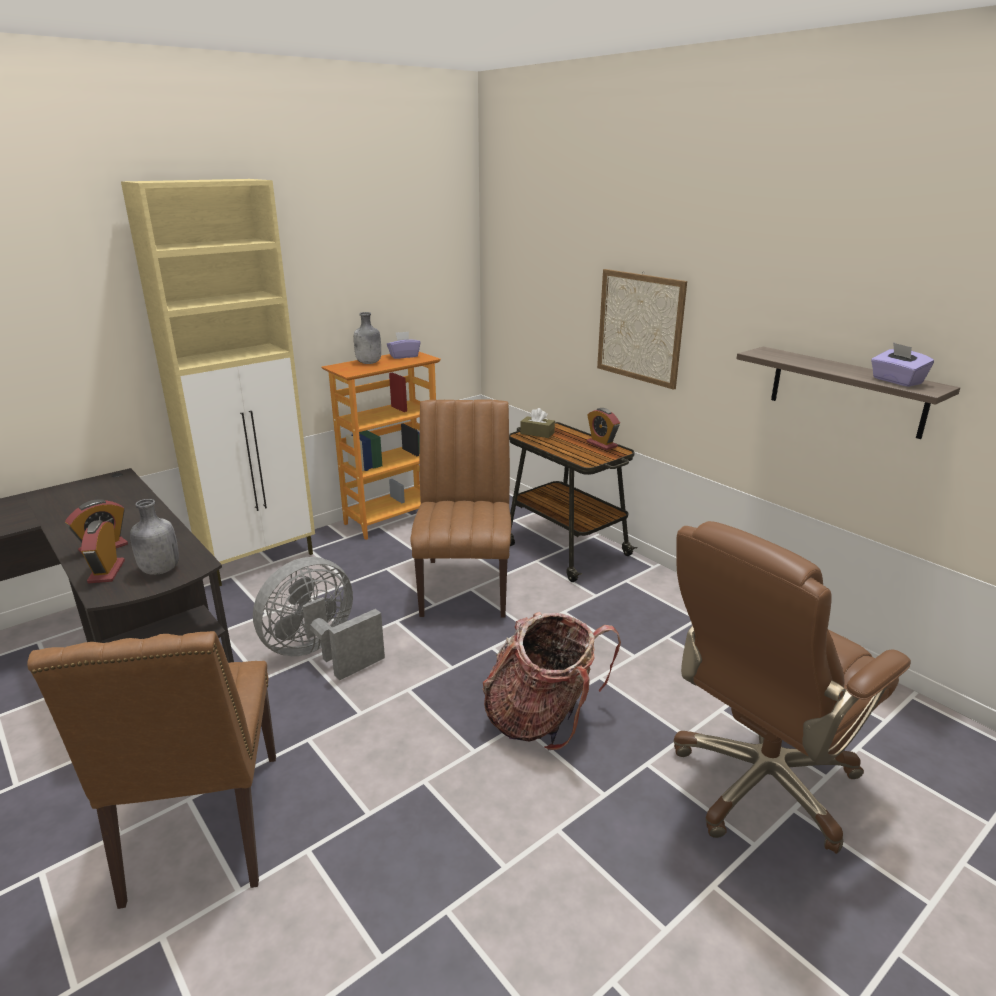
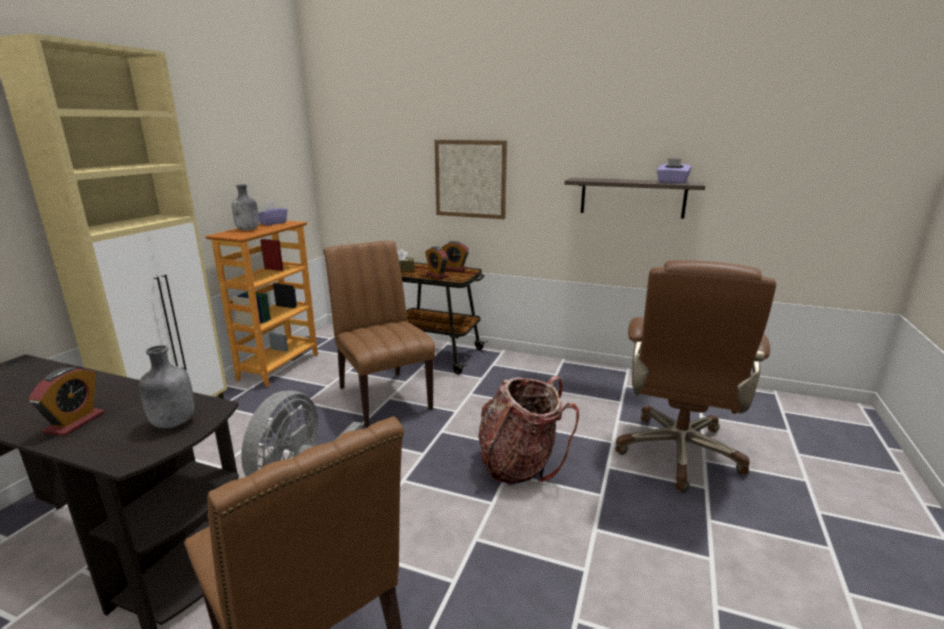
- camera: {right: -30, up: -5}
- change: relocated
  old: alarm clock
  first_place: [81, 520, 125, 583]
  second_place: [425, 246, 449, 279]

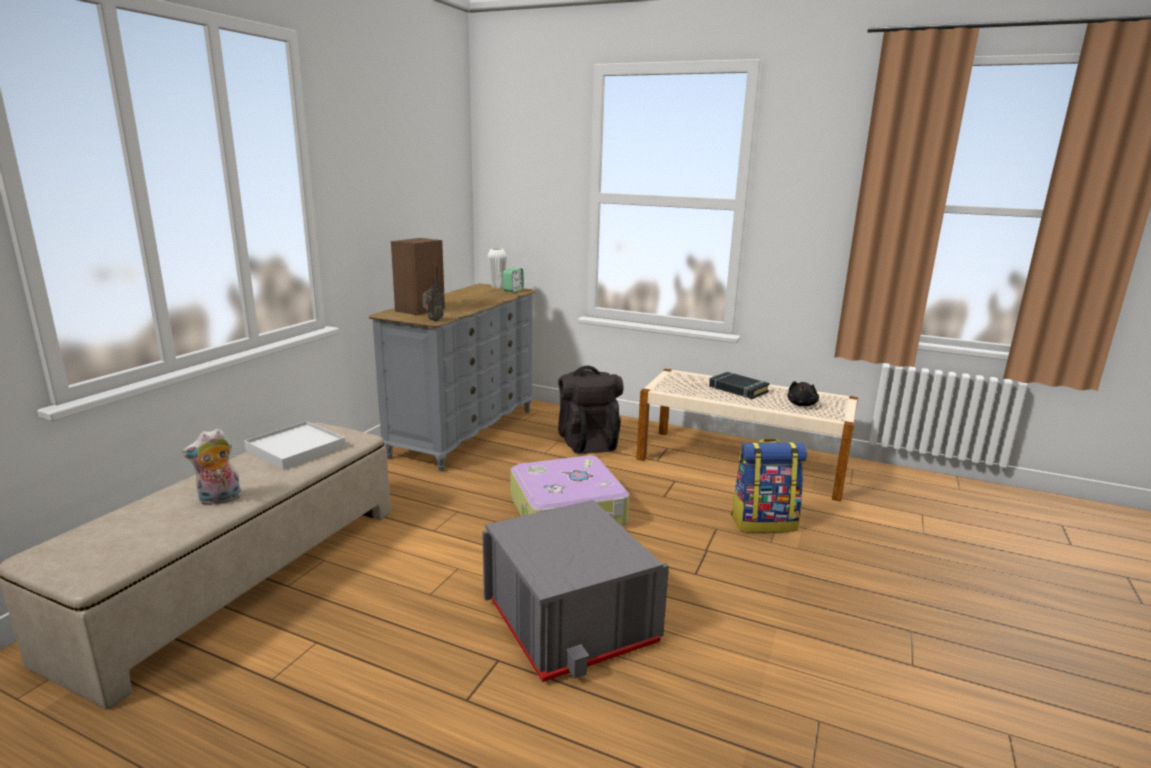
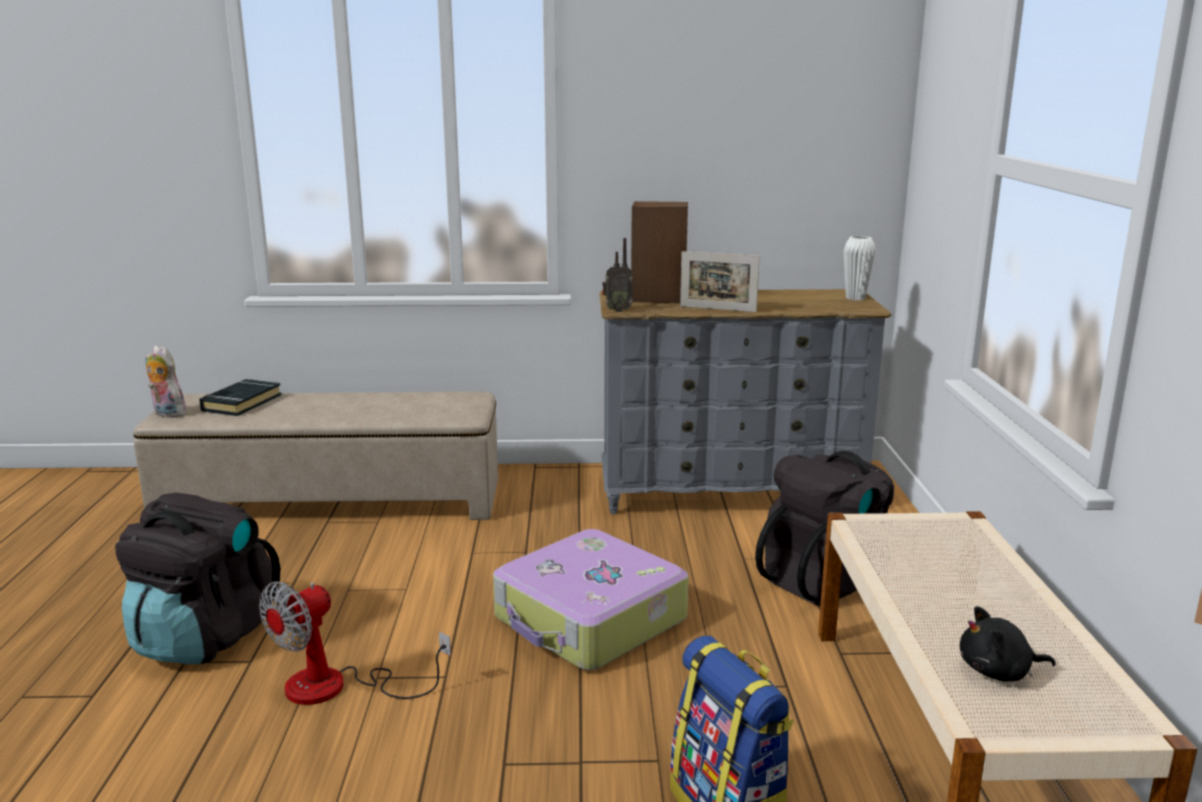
- camera: {right: 65, up: 0}
- change: missing
  old: tray (white)
  first_place: [244, 421, 346, 470]
- change: missing
  old: alarm clock
  first_place: [503, 268, 524, 292]
- change: appeared
  new: backpack (black)
  second_place: [115, 493, 281, 664]
- change: appeared
  new: picture frame
  second_place: [680, 251, 760, 312]
- change: relocated
  old: plush toy
  first_place: [182, 428, 242, 505]
  second_place: [145, 345, 188, 418]
- change: relocated
  old: book (black)
  first_place: [709, 372, 770, 399]
  second_place: [199, 379, 282, 416]
- change: exchanged
  old: storage box (grey)
  new: fan
  first_place: [482, 500, 669, 682]
  second_place: [259, 581, 451, 705]

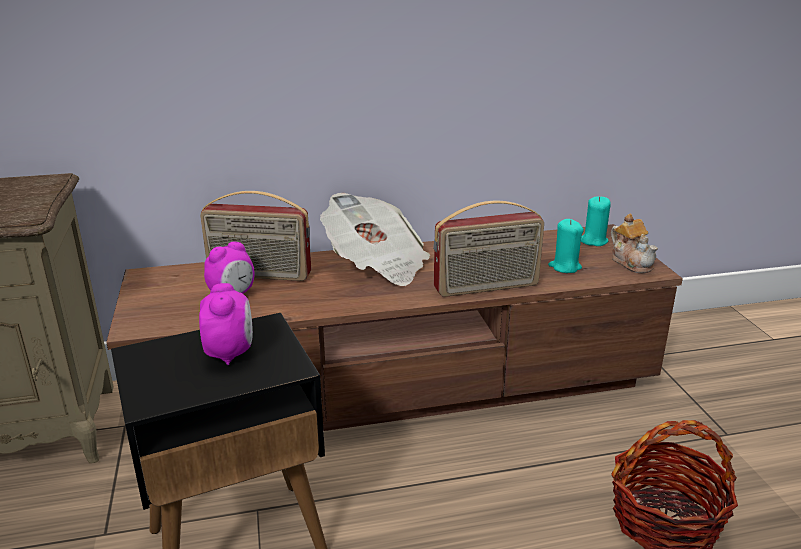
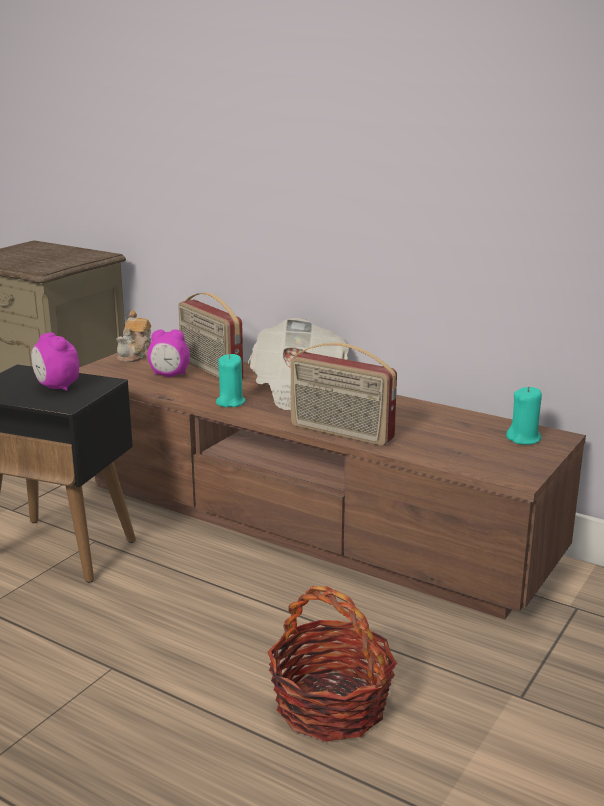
- camera: {right: 45, up: -5}
- change: relocated
  old: candle (turquoise)
  first_place: [548, 219, 584, 273]
  second_place: [216, 354, 246, 407]
- change: relocated
  old: teapot
  first_place: [611, 214, 658, 273]
  second_place: [116, 310, 151, 362]
- change: spun
  old: alarm clock
  first_place: [199, 283, 253, 365]
  second_place: [31, 332, 79, 391]
  degrees: 105

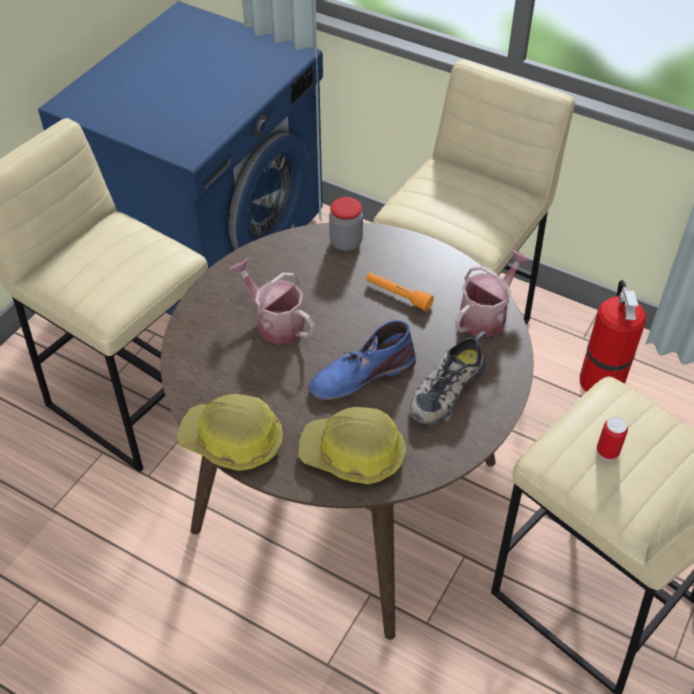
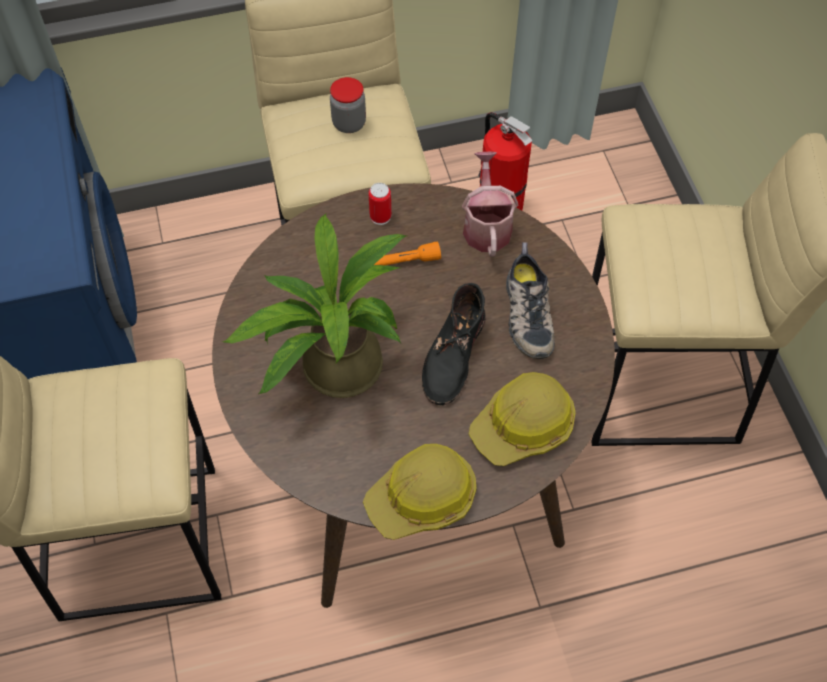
- camera: {right: -45, up: 10}
- change: relocated
  old: jar
  first_place: [329, 197, 363, 251]
  second_place: [330, 77, 366, 133]
- change: relocated
  old: can
  first_place: [597, 417, 628, 461]
  second_place: [369, 183, 392, 225]
- change: exchanged
  old: watering can
  new: potted plant
  first_place: [229, 259, 315, 345]
  second_place: [222, 214, 406, 398]
- change: colour
  old: boot (blue)
  new: boot (black)
  first_place: [308, 320, 416, 400]
  second_place: [422, 283, 486, 405]

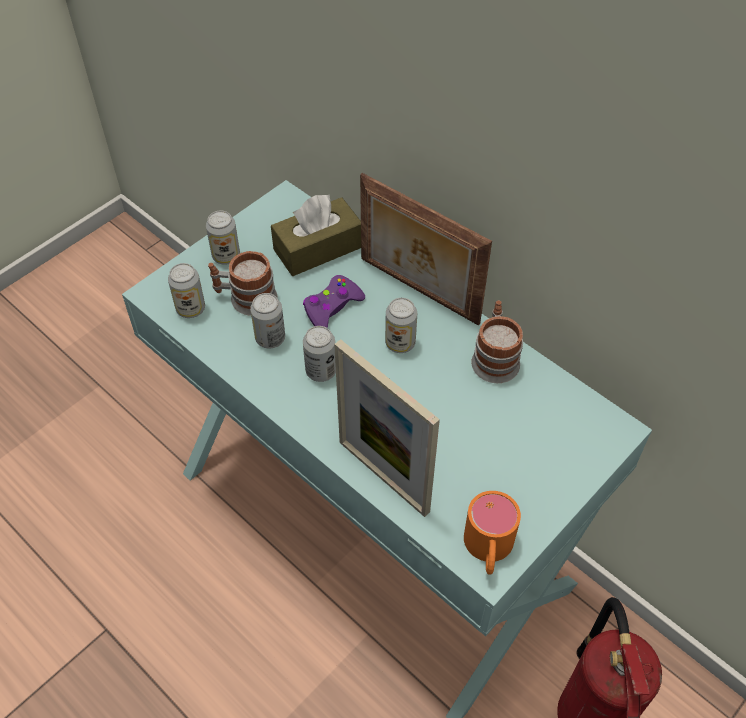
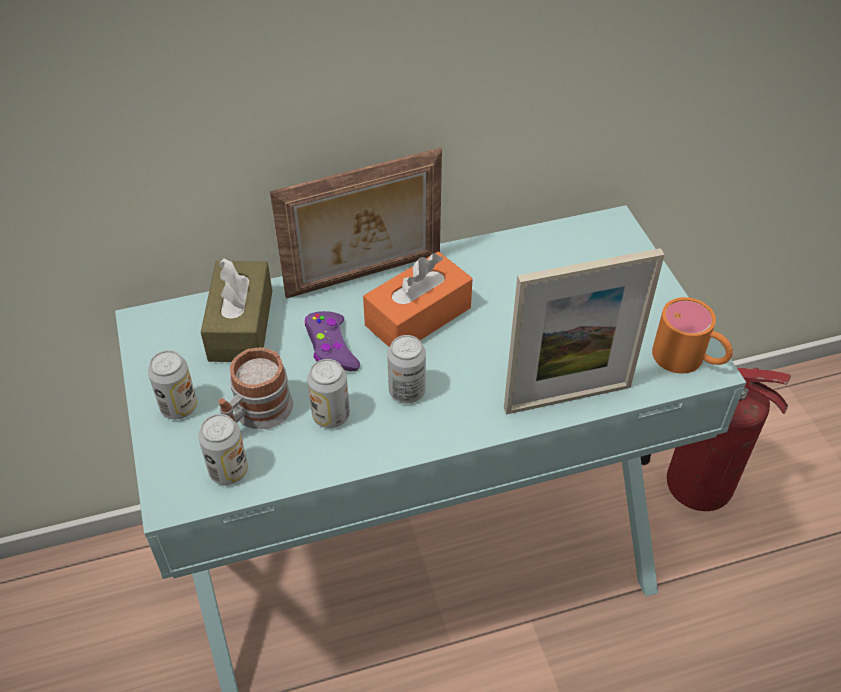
- camera: {right: -60, up: -5}
- change: missing
  old: mug
  first_place: [471, 300, 523, 383]
- change: exchanged
  old: can
  new: tissue box (orange)
  first_place: [385, 298, 417, 353]
  second_place: [363, 251, 473, 347]

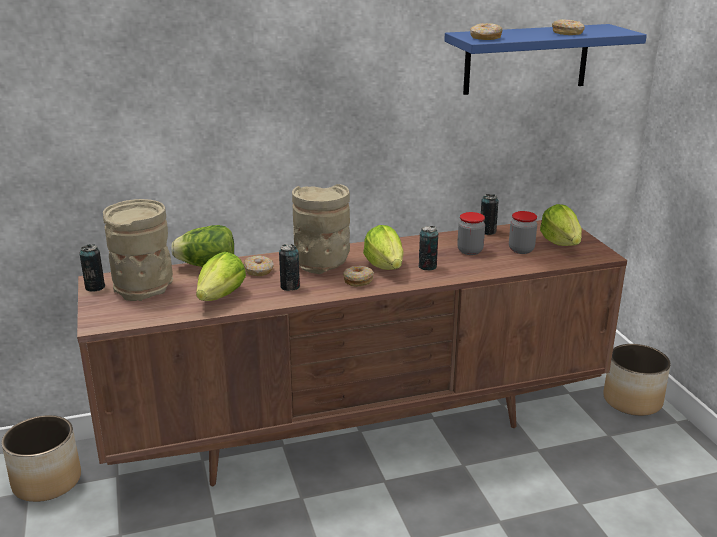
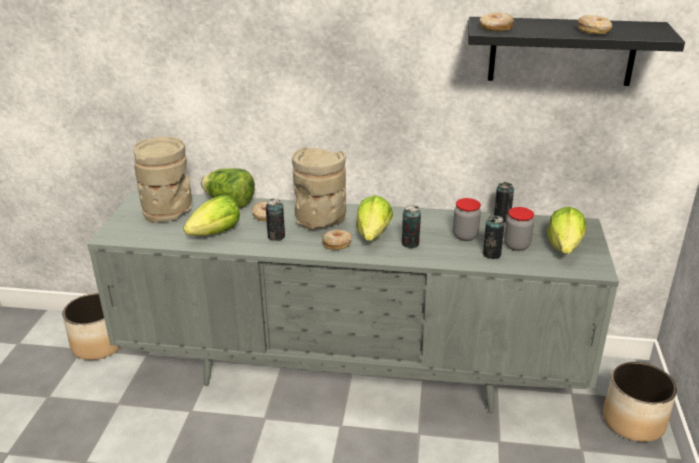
- camera: {right: 25, up: 5}
- change: relocated
  old: can
  first_place: [79, 244, 105, 292]
  second_place: [483, 215, 505, 259]
- change: colour
  old: cabinet (brown)
  new: cabinet (grey)
  first_place: [77, 220, 627, 487]
  second_place: [87, 191, 619, 413]
- change: colour
  old: shelf (blue)
  new: shelf (black)
  first_place: [444, 24, 647, 95]
  second_place: [468, 17, 685, 86]

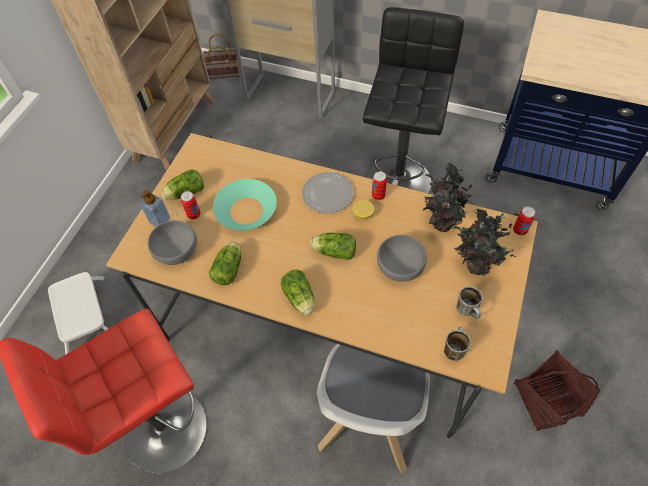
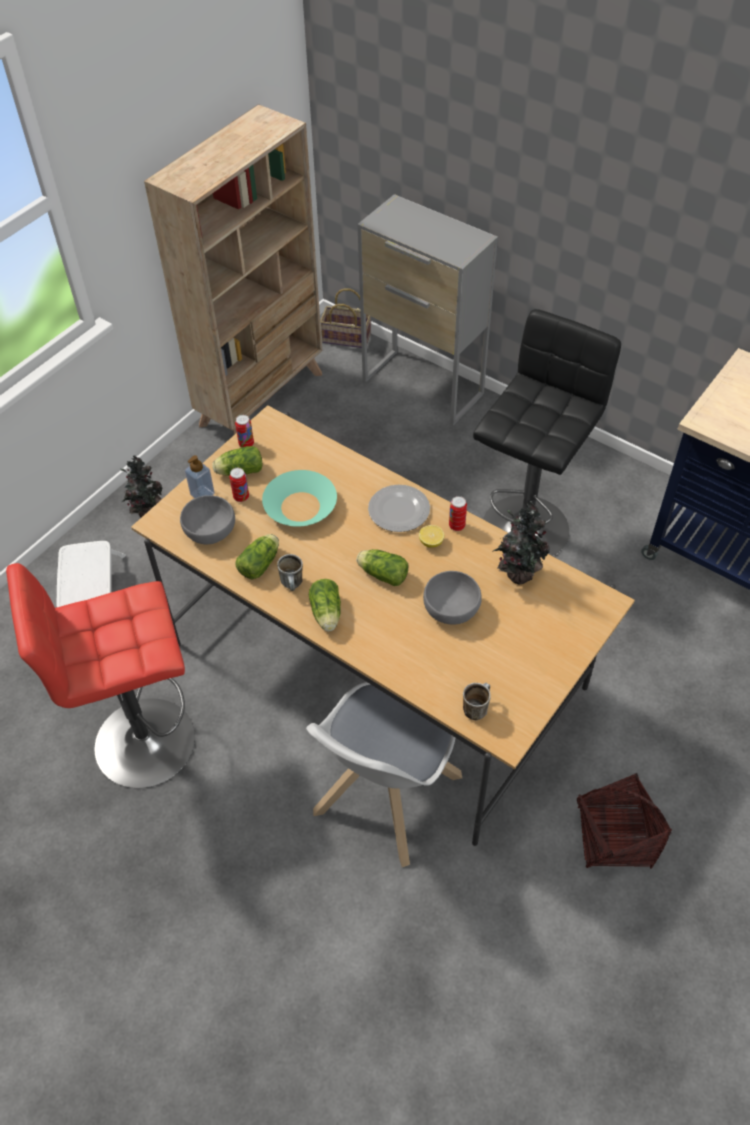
- camera: {right: 15, up: -5}
- change: relocated
  old: potted plant
  first_place: [451, 208, 516, 276]
  second_place: [121, 455, 163, 517]
- change: relocated
  old: mug
  first_place: [456, 286, 483, 319]
  second_place: [277, 554, 303, 591]
- change: relocated
  old: can
  first_place: [513, 207, 535, 236]
  second_place: [235, 415, 254, 448]

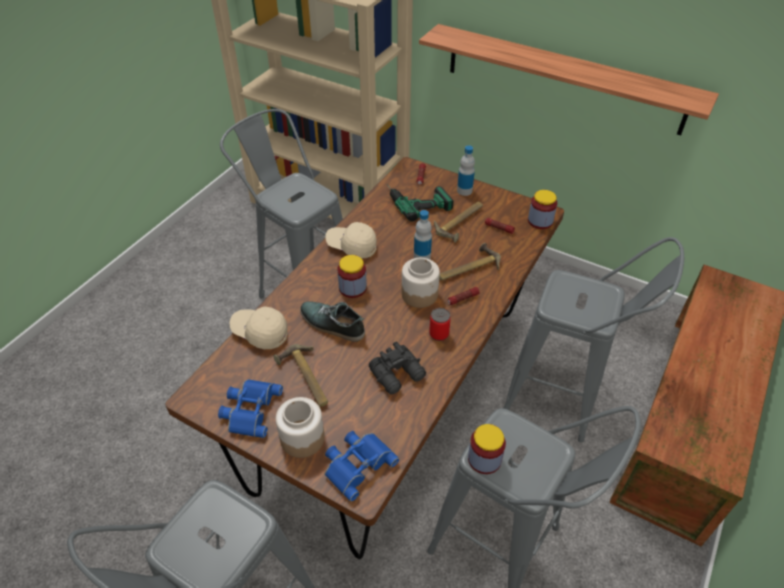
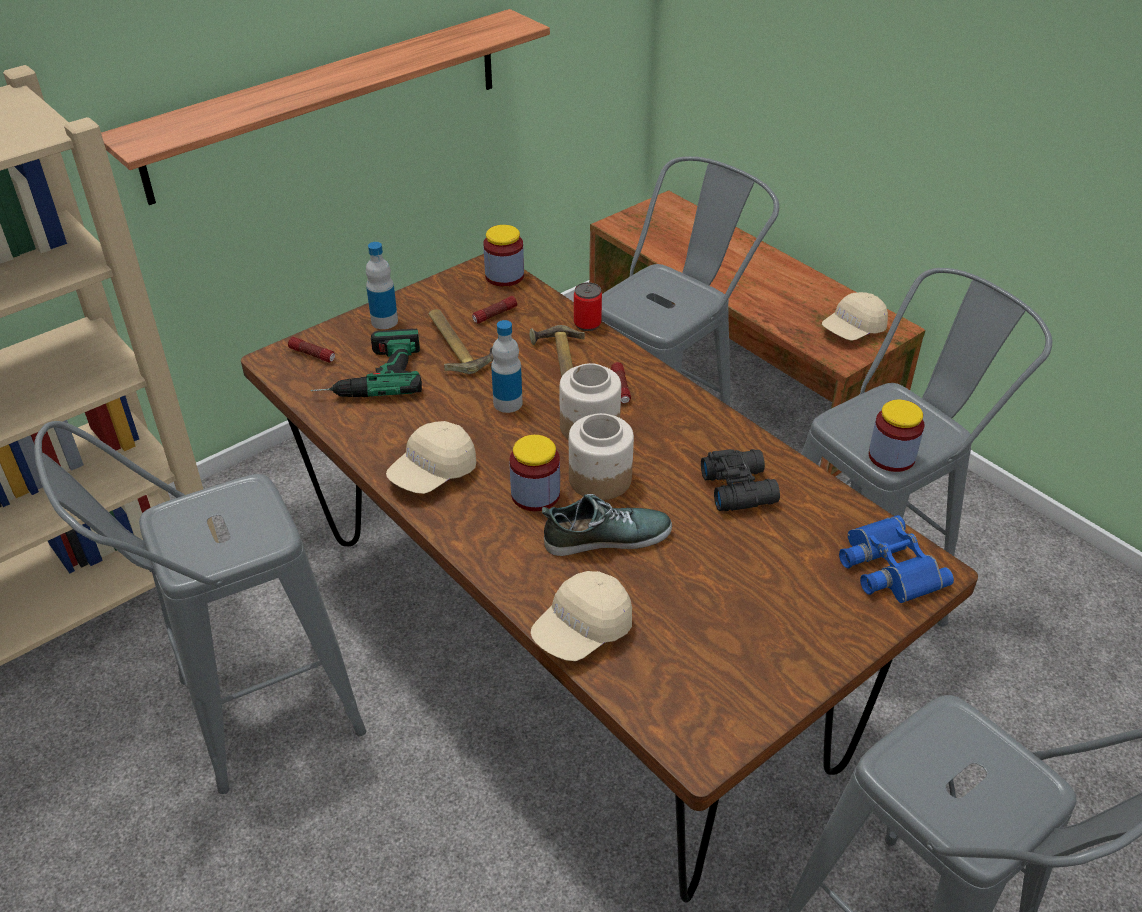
- camera: {right: -70, up: -5}
- change: missing
  old: binoculars (blue)
  first_place: [218, 379, 283, 438]
- change: missing
  old: hammer
  first_place: [274, 344, 328, 407]
- change: appeared
  new: cap (beige)
  second_place: [822, 292, 888, 341]
- change: relocated
  old: jar
  first_place: [276, 397, 325, 458]
  second_place: [569, 413, 634, 500]
- change: relocated
  old: can
  first_place: [429, 308, 451, 341]
  second_place: [574, 282, 602, 331]
- change: spun
  old: shoe
  first_place: [300, 301, 365, 342]
  second_place: [542, 494, 672, 556]
  degrees: -150

